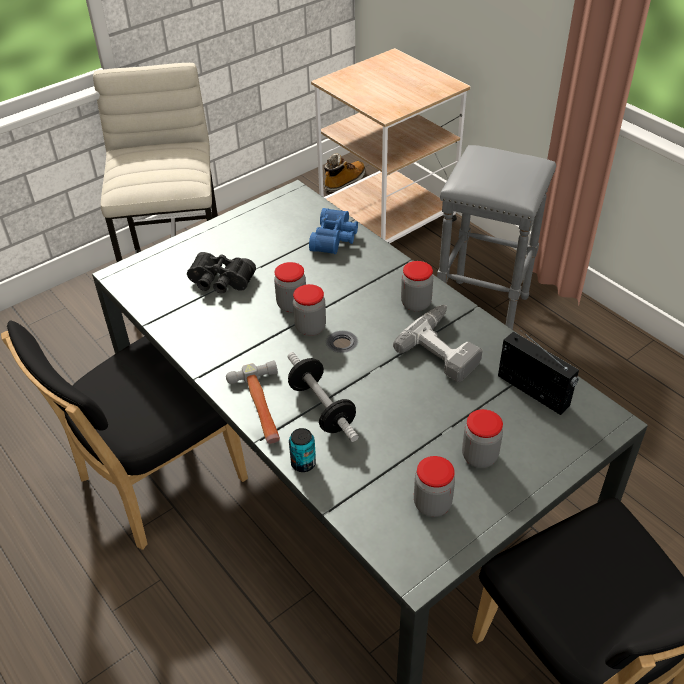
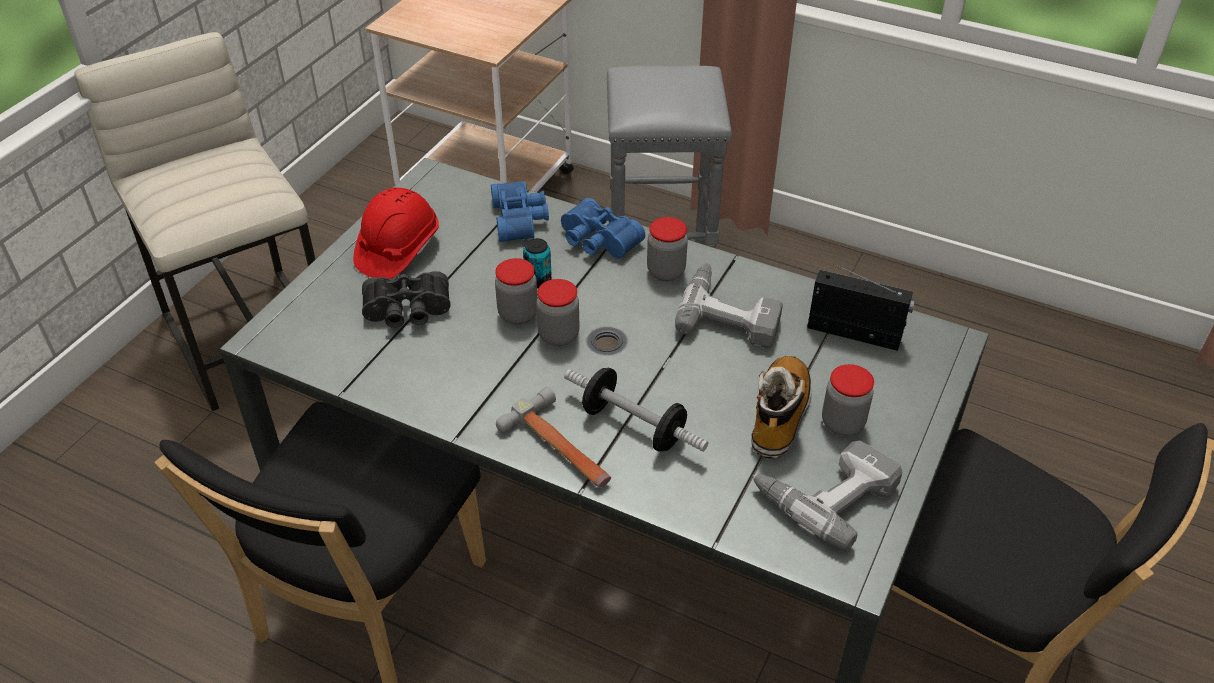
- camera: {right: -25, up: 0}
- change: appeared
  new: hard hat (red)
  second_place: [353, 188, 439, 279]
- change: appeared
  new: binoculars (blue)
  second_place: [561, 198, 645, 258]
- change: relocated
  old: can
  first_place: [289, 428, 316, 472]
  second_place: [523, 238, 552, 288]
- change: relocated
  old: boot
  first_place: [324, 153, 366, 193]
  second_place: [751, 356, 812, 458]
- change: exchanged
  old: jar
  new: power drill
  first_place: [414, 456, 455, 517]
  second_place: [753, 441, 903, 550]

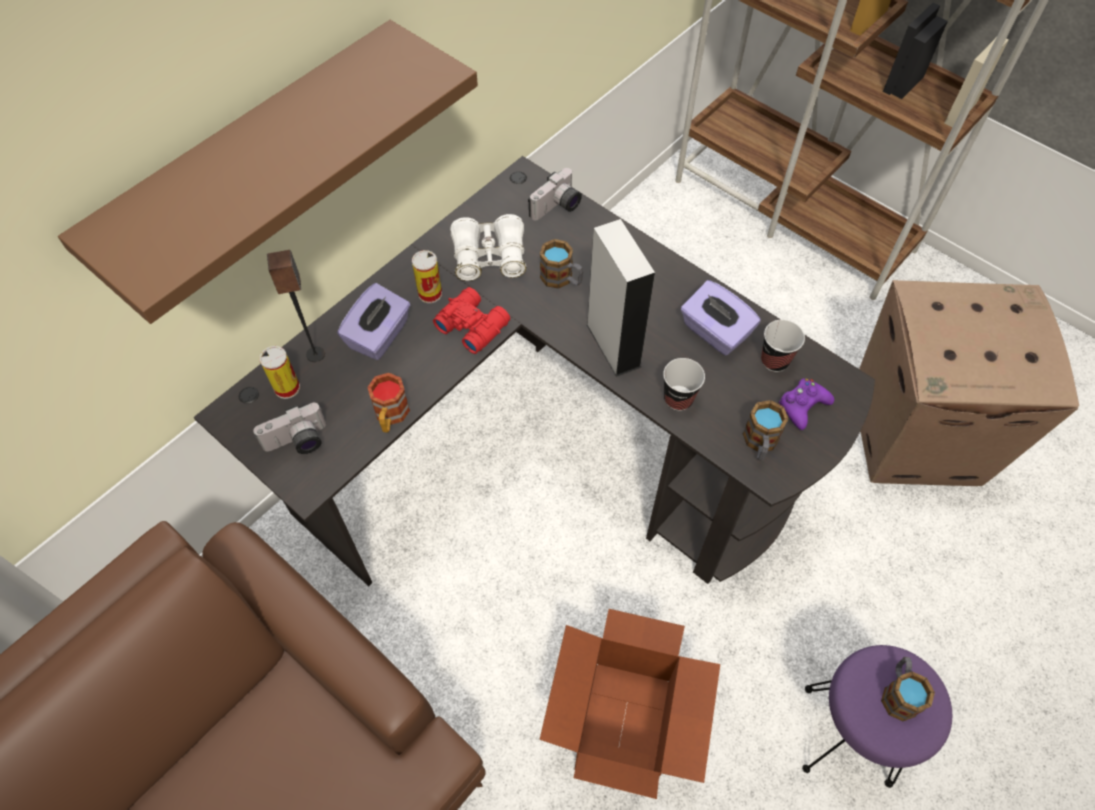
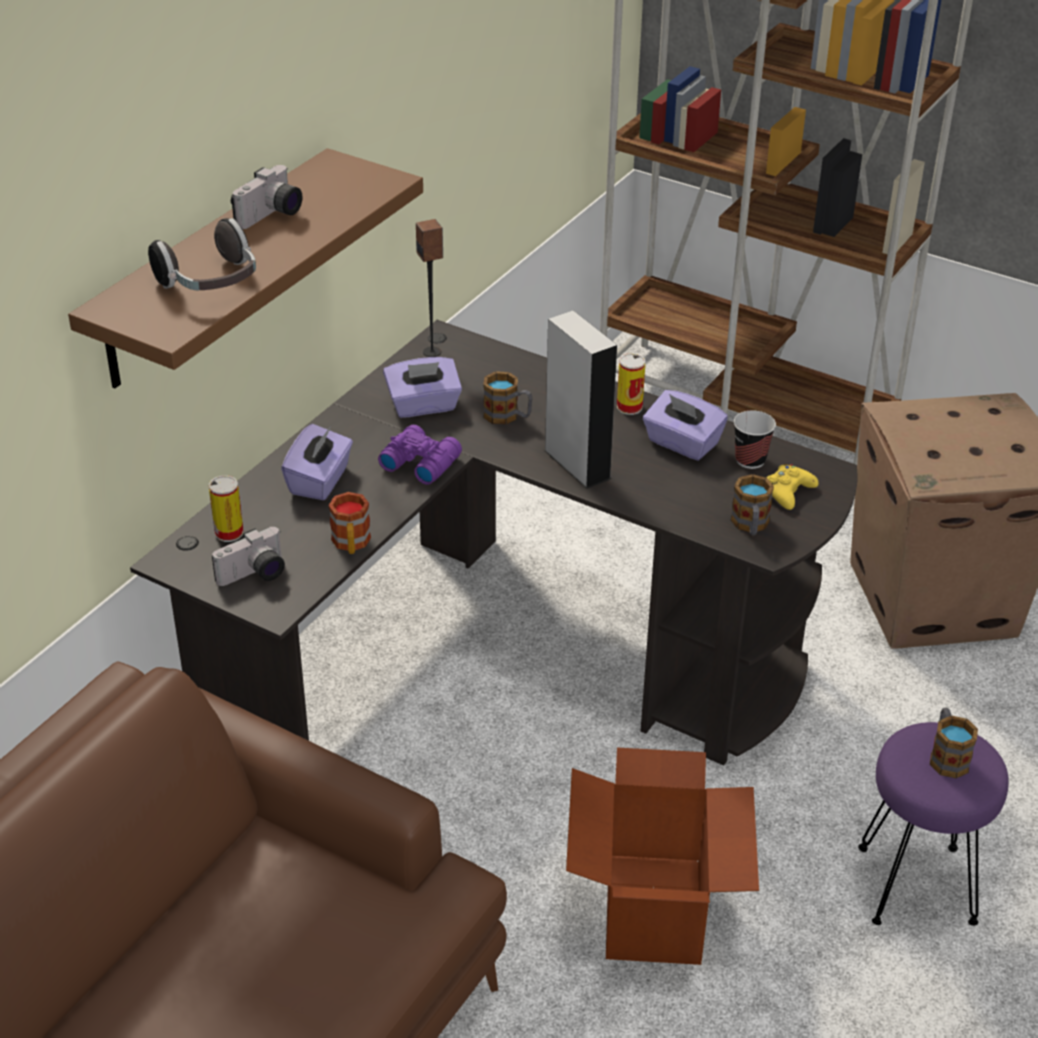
- camera: {right: -10, up: -20}
- change: missing
  old: cup
  first_place: [663, 358, 705, 411]
- change: appeared
  new: headphones
  second_place: [148, 218, 256, 291]
- change: relocated
  old: speaker
  first_place: [267, 250, 325, 362]
  second_place: [416, 219, 443, 357]
- change: relocated
  old: can
  first_place: [412, 250, 442, 303]
  second_place: [617, 353, 646, 415]
- change: relocated
  old: photo camera
  first_place: [528, 168, 582, 220]
  second_place: [231, 165, 302, 229]
- change: exchanged
  old: binoculars (white)
  new: tissue box (purple)
  first_place: [450, 214, 527, 281]
  second_place: [383, 357, 462, 418]
- change: colour
  old: binoculars (red)
  new: binoculars (purple)
  first_place: [433, 287, 510, 354]
  second_place: [378, 425, 462, 484]
- change: colour
  old: game controller (purple)
  new: game controller (yellow)
  first_place: [779, 378, 834, 430]
  second_place: [767, 464, 819, 510]

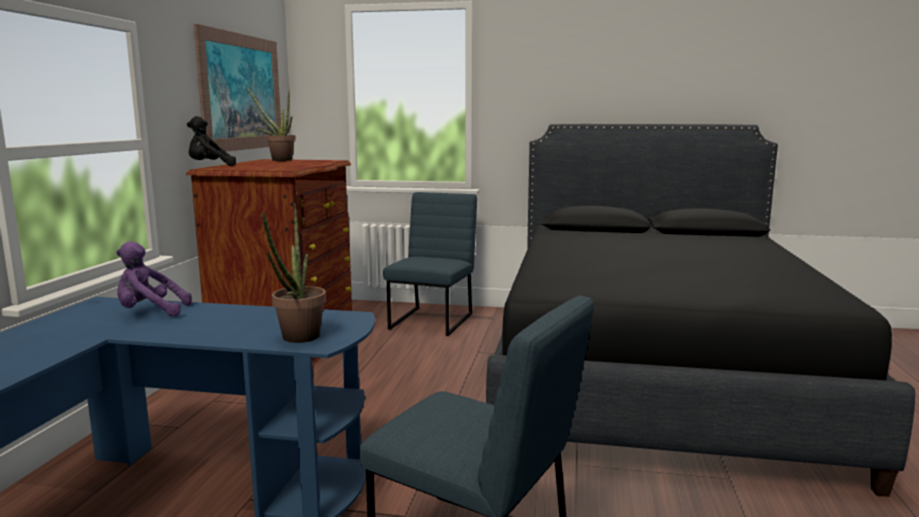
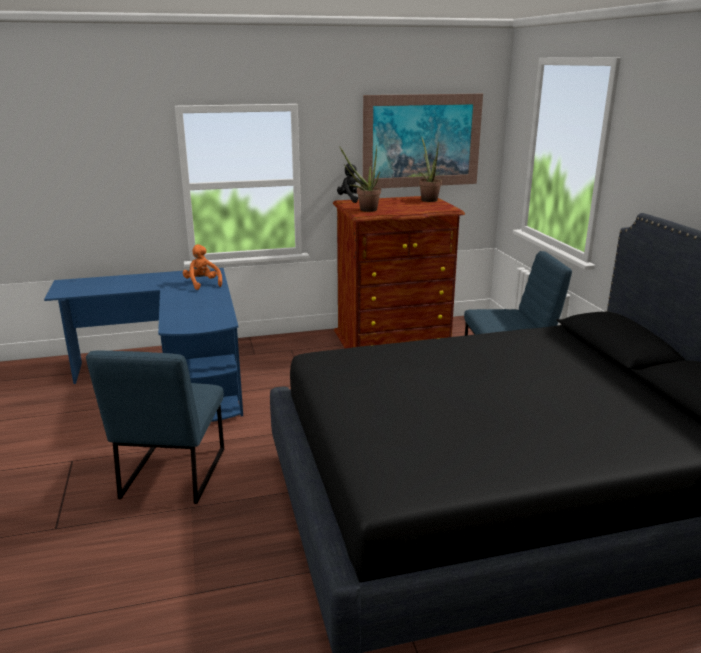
- camera: {right: 65, up: 10}
- change: relocated
  old: potted plant
  first_place: [262, 203, 326, 343]
  second_place: [340, 146, 381, 212]
- change: colour
  old: plush toy (purple)
  new: plush toy (orange)
  first_place: [116, 241, 192, 316]
  second_place: [183, 244, 222, 290]

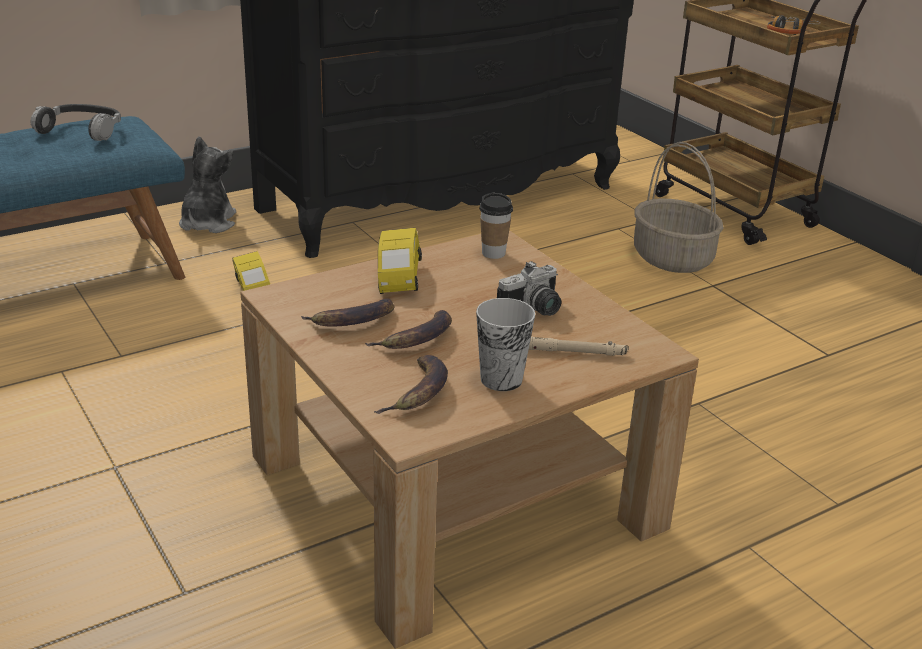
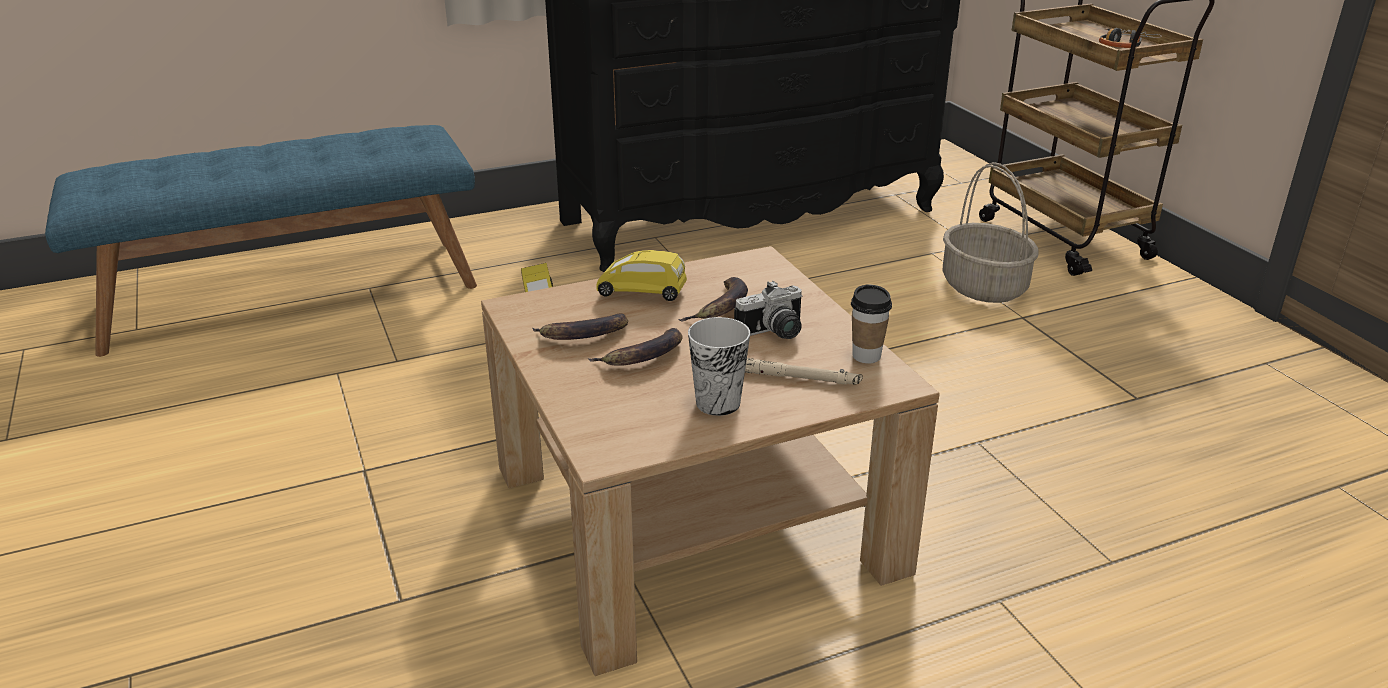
- camera: {right: 10, up: 0}
- change: missing
  old: headphones
  first_place: [30, 104, 121, 141]
- change: missing
  old: plush toy
  first_place: [179, 136, 236, 233]
- change: relocated
  old: banana
  first_place: [374, 355, 448, 414]
  second_place: [678, 277, 748, 321]
- change: relocated
  old: cup
  first_place: [479, 193, 513, 259]
  second_place: [851, 285, 892, 364]
- change: spun
  old: toy car (yellow)
  first_place: [378, 228, 422, 294]
  second_place: [596, 250, 687, 301]
  degrees: 90

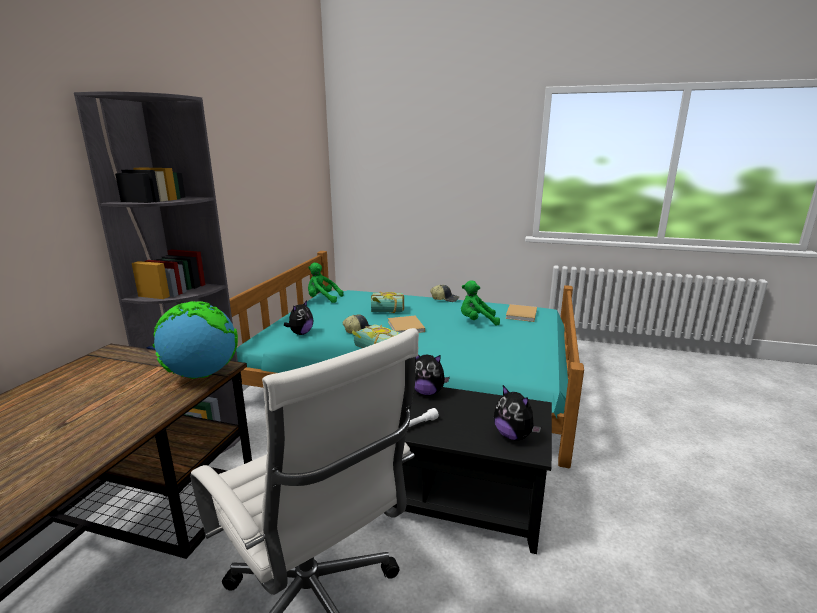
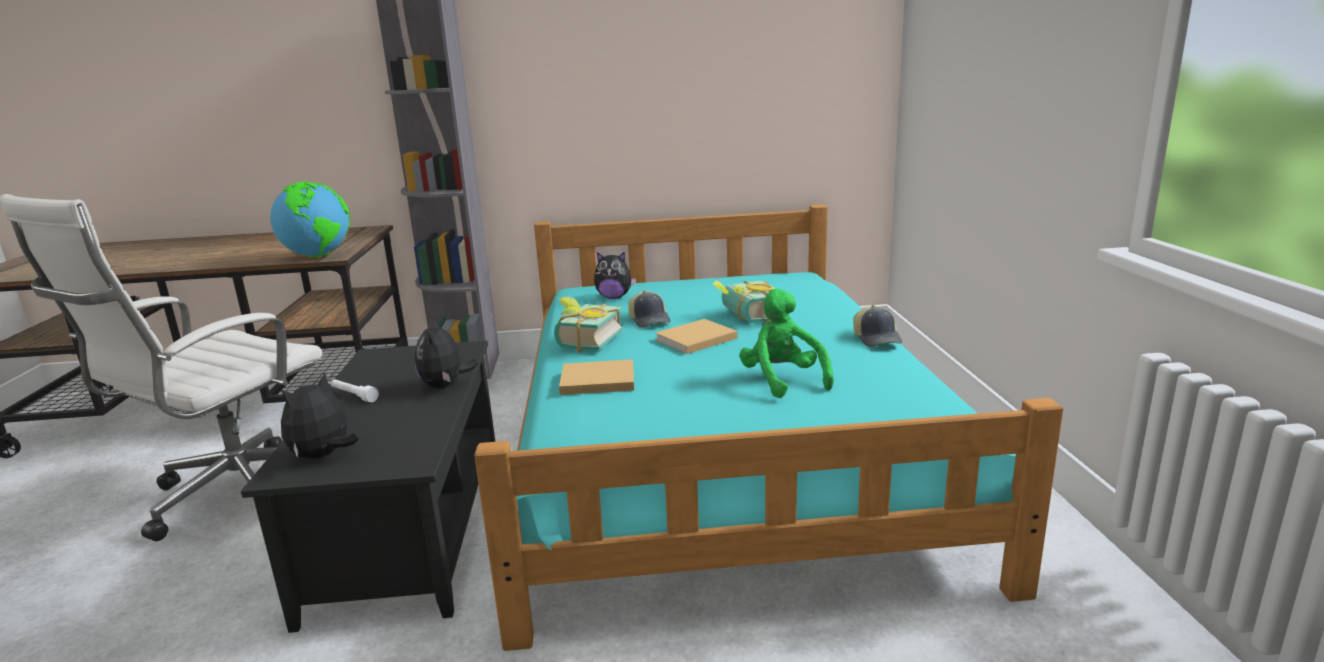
- camera: {right: 70, up: 0}
- change: missing
  old: plush toy (green)
  first_place: [308, 262, 344, 303]
- change: relocated
  old: book (beige)
  first_place: [505, 304, 537, 322]
  second_place: [559, 359, 634, 395]

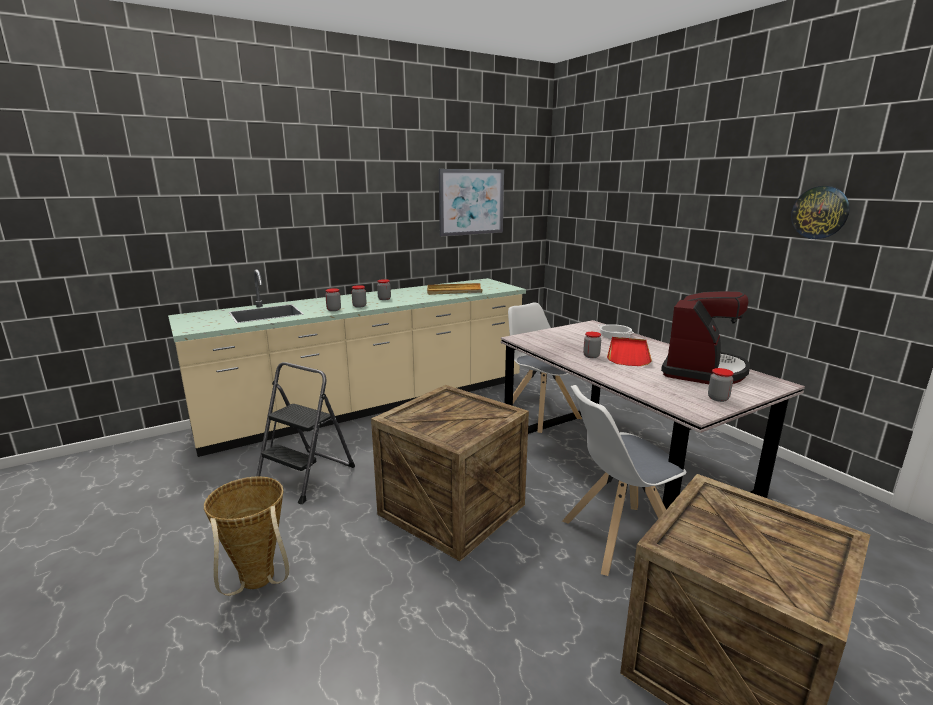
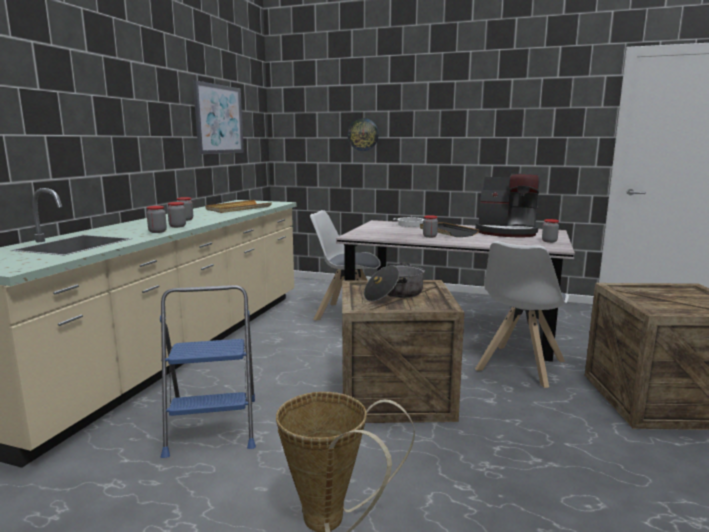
- camera: {right: -40, up: -5}
- change: appeared
  new: cooking pot
  second_place: [364, 262, 425, 302]
- change: relocated
  old: wall clock
  first_place: [791, 186, 850, 239]
  second_place: [348, 118, 379, 151]
- change: colour
  old: step ladder (black)
  new: step ladder (blue)
  first_place: [256, 362, 355, 504]
  second_place: [160, 285, 256, 458]
- change: colour
  old: tray (red)
  new: tray (black)
  first_place: [607, 337, 652, 366]
  second_place: [420, 222, 479, 237]
- change: spun
  old: coffee machine
  first_place: [661, 291, 750, 384]
  second_place: [475, 174, 539, 238]
  degrees: 120

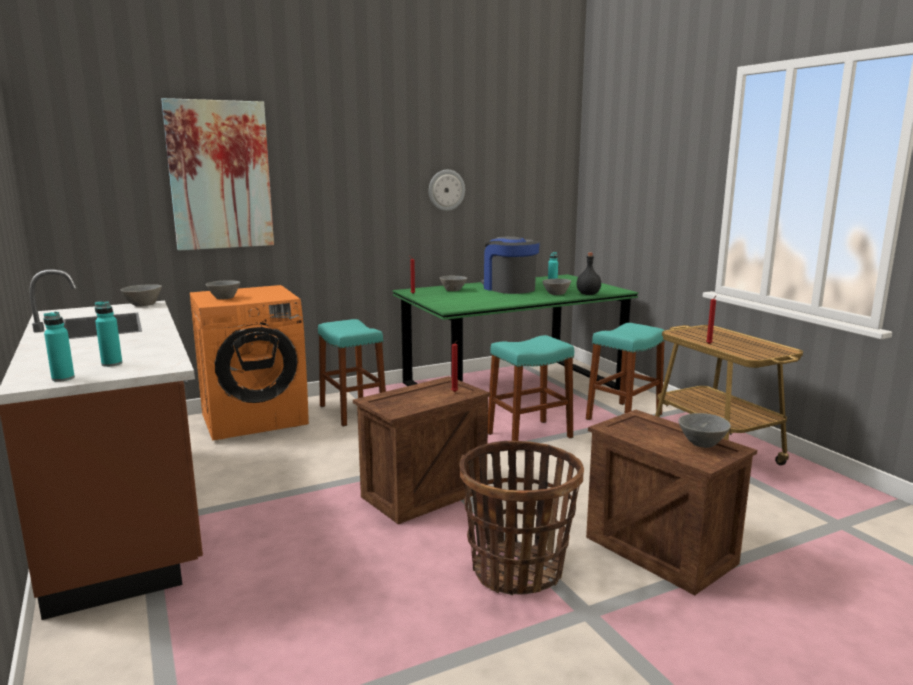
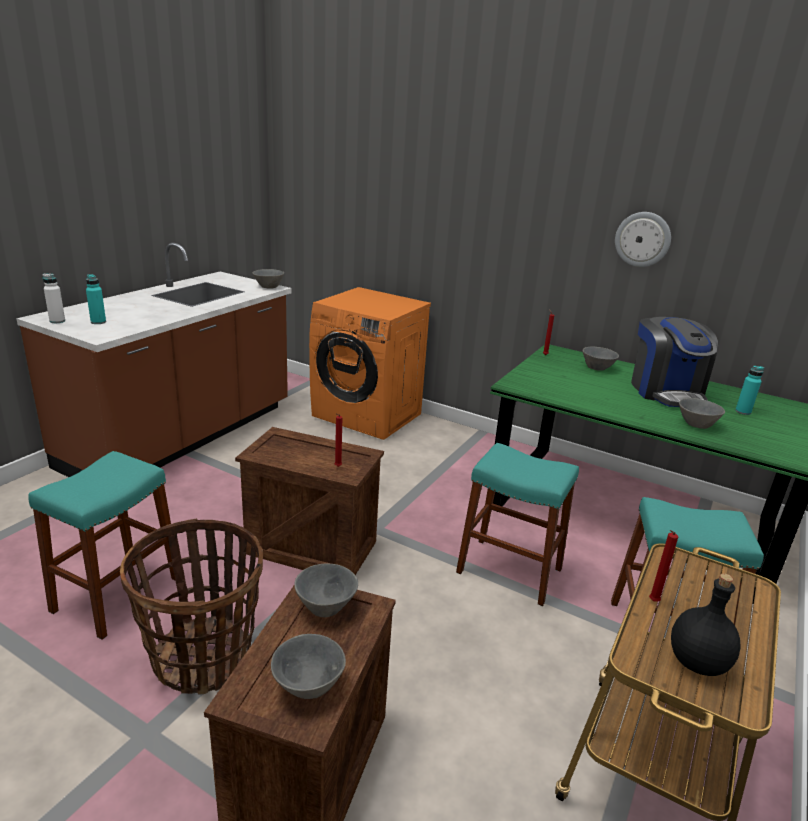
- camera: {right: 55, up: 10}
- change: missing
  old: picture
  first_place: [161, 98, 274, 251]
- change: relocated
  old: bowl (grey)
  first_place: [206, 280, 240, 299]
  second_place: [294, 564, 358, 618]
- change: relocated
  old: stool (turquoise)
  first_place: [318, 319, 386, 426]
  second_place: [28, 451, 175, 640]
- change: relocated
  old: bottle (black)
  first_place: [577, 253, 601, 295]
  second_place: [671, 573, 741, 676]
- change: colour
  old: bottle (turquoise)
  new: bottle (white)
  first_place: [43, 312, 75, 382]
  second_place: [43, 273, 65, 323]
- change: spun
  old: coffee machine
  first_place: [481, 236, 540, 294]
  second_place: [631, 317, 718, 407]
  degrees: 150

